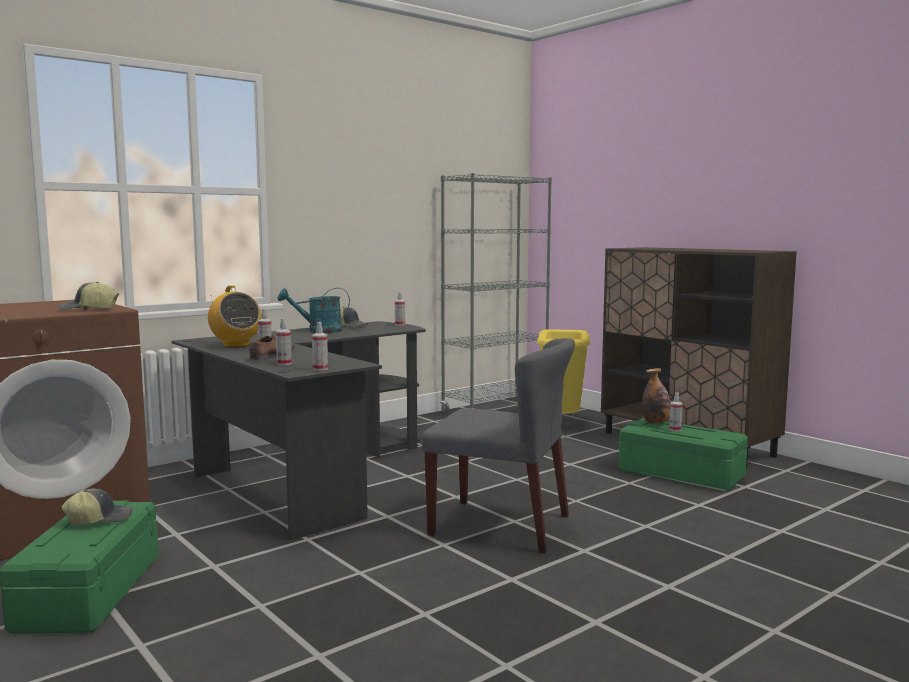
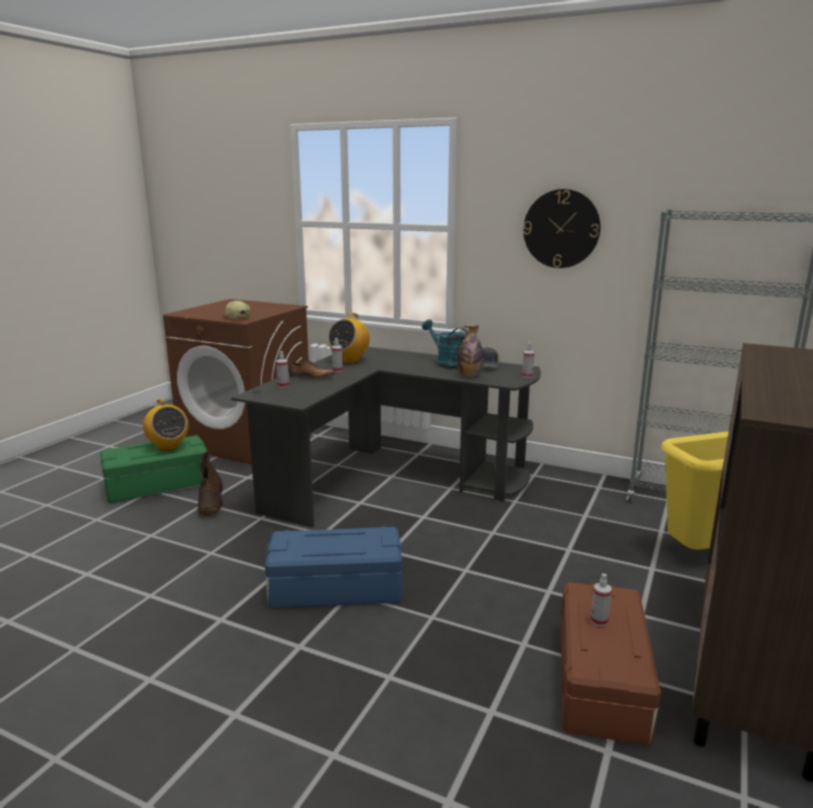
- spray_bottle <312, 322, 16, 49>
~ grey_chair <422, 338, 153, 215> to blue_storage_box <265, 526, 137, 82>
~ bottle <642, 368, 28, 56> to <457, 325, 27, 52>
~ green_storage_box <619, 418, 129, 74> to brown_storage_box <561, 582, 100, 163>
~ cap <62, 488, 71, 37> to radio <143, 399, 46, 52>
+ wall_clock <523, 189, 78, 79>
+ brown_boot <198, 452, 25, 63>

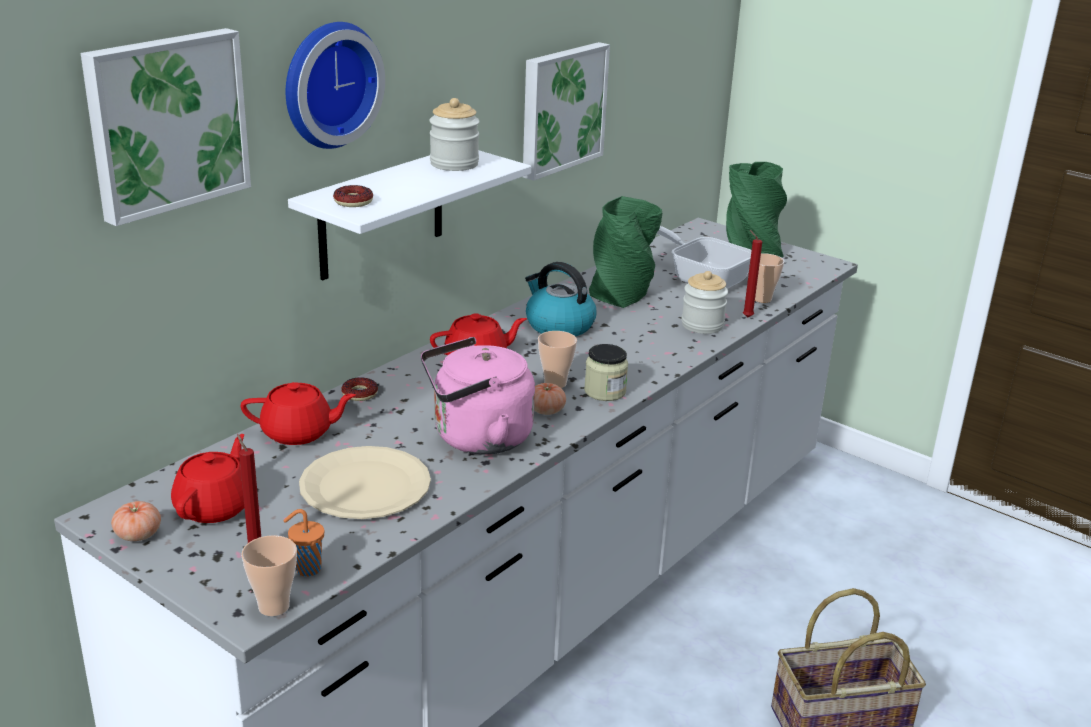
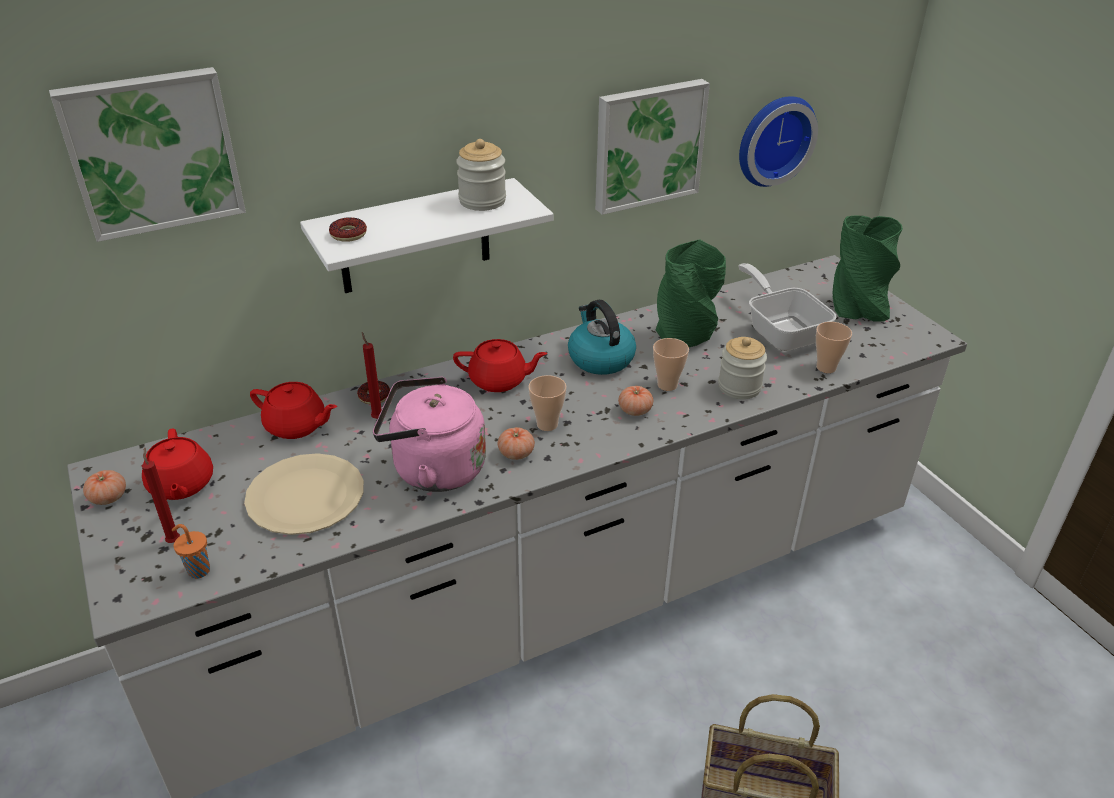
~ wall_clock <286, 22, 99, 127> to <739, 96, 79, 91>
~ red_candle <743, 230, 19, 87> to <362, 332, 20, 87>
- jar <584, 344, 44, 57>
~ red_teapot <171, 434, 73, 89> = <142, 428, 71, 72> 120 degrees clockwise
~ cup <241, 535, 56, 81> to <653, 338, 36, 53>
+ tomato <618, 386, 35, 30>

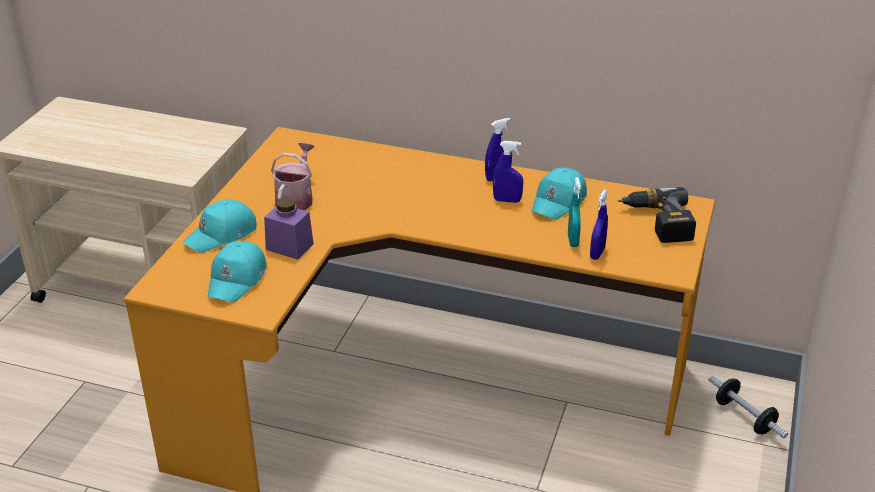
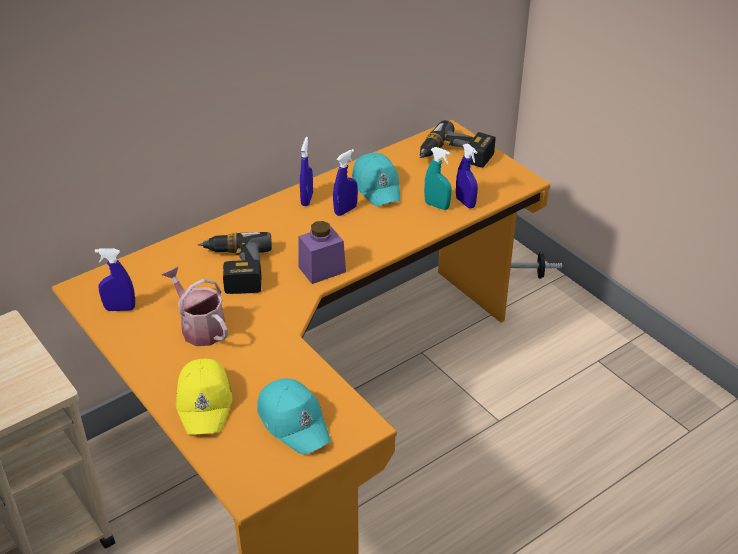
~ purple_jar <264, 197, 50, 62> to <298, 221, 48, 63>
~ turquoise_cap <183, 199, 73, 54> to yellow_cap <176, 359, 56, 76>
+ power_drill <198, 232, 74, 62>
+ blue_spray_bottle <95, 248, 40, 63>

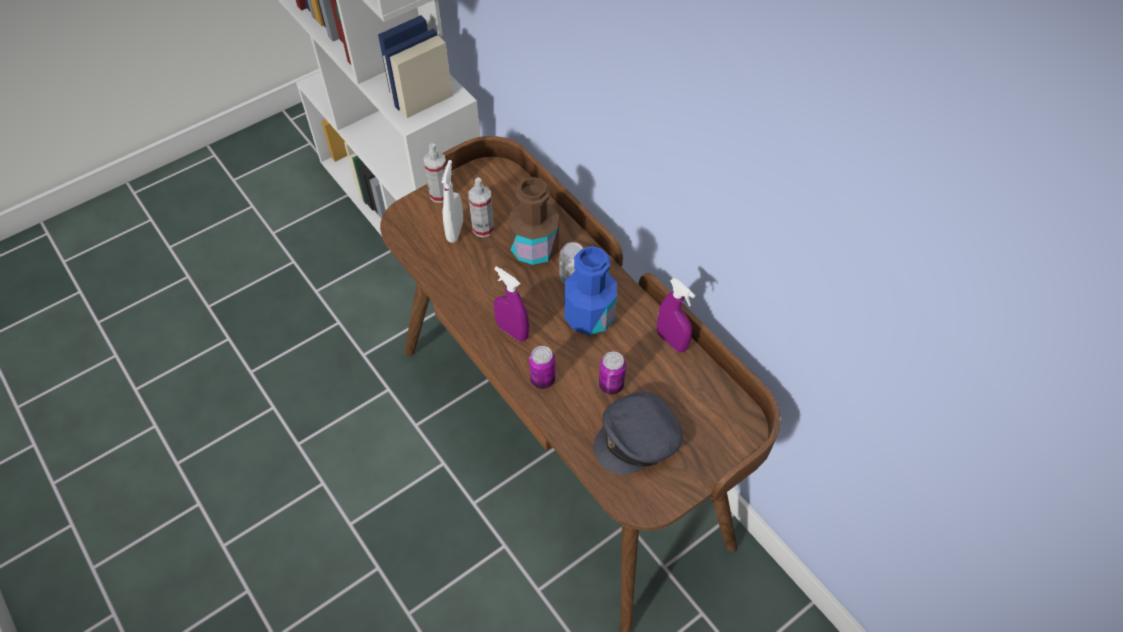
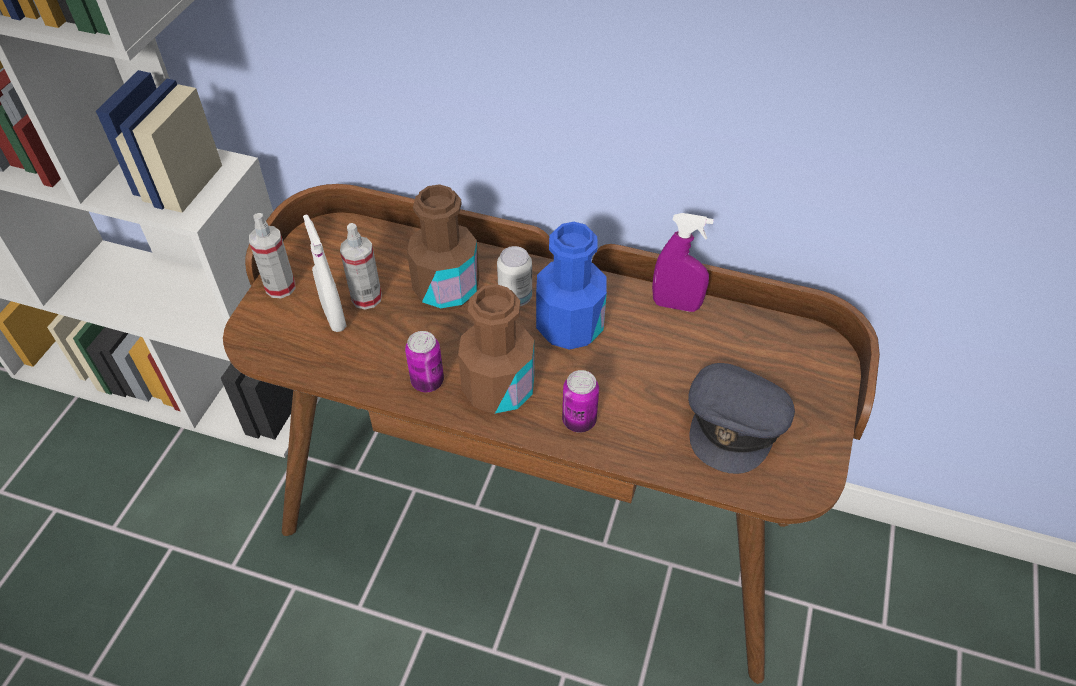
~ purple_spray_bottle <494, 266, 35, 76> to brown_bottle <458, 284, 76, 131>
~ can <599, 352, 27, 43> to <405, 331, 39, 61>

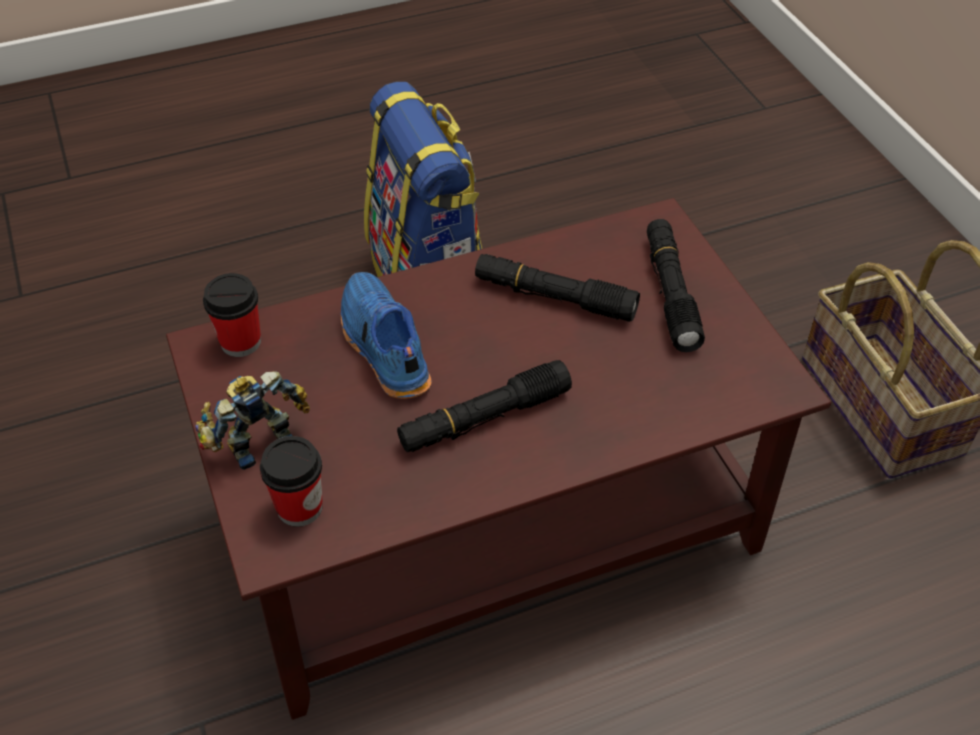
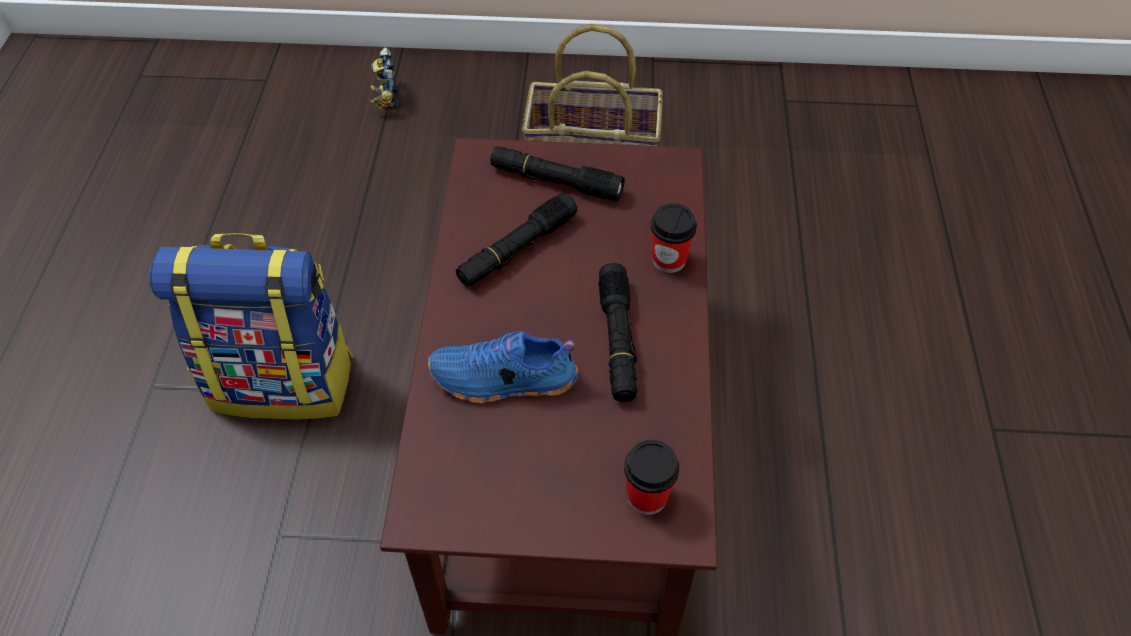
~ cup <203, 273, 58, 84> to <651, 203, 46, 70>
~ toy_robot <195, 371, 115, 99> to <370, 47, 30, 63>

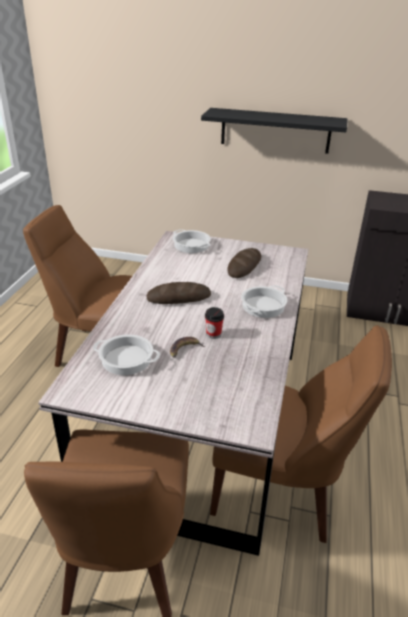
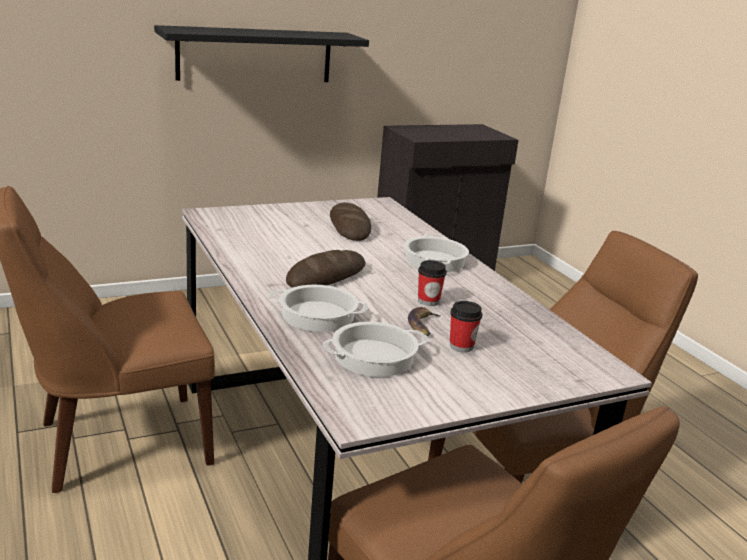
~ cooking_pot <173, 229, 38, 24> to <269, 285, 99, 47>
+ cup <450, 301, 33, 51>

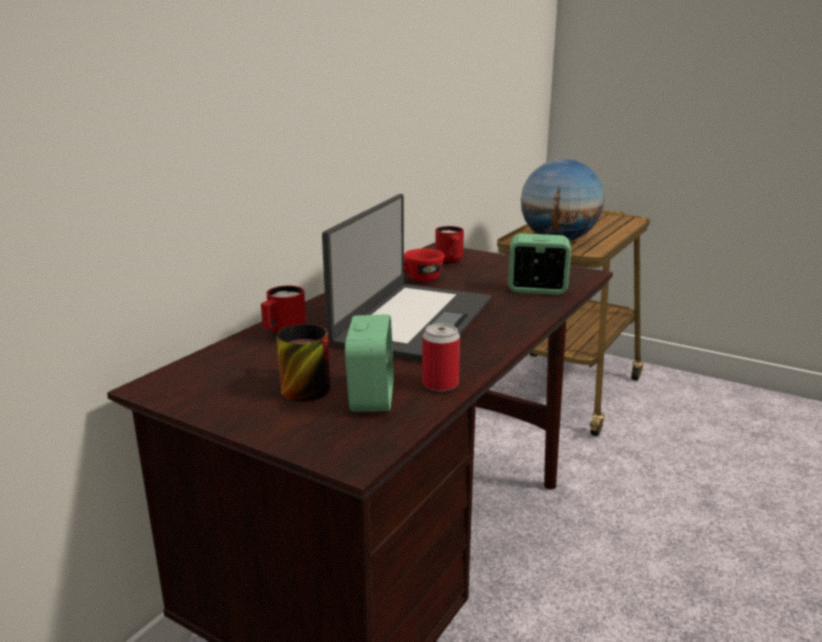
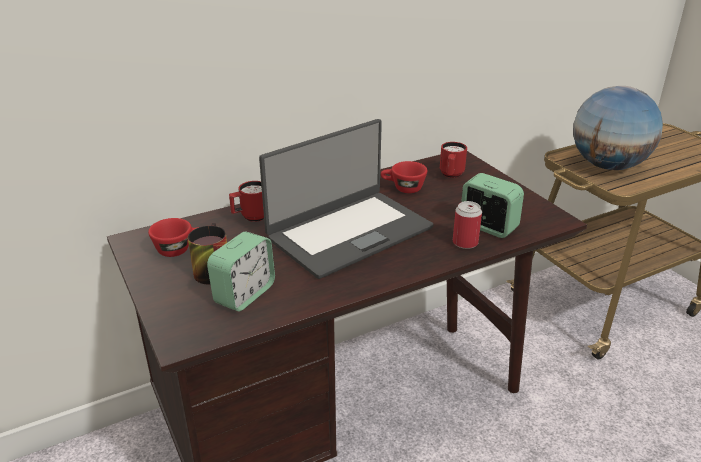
~ can <422, 323, 38, 68> to <453, 201, 29, 48>
+ red_cup <148, 218, 51, 39>

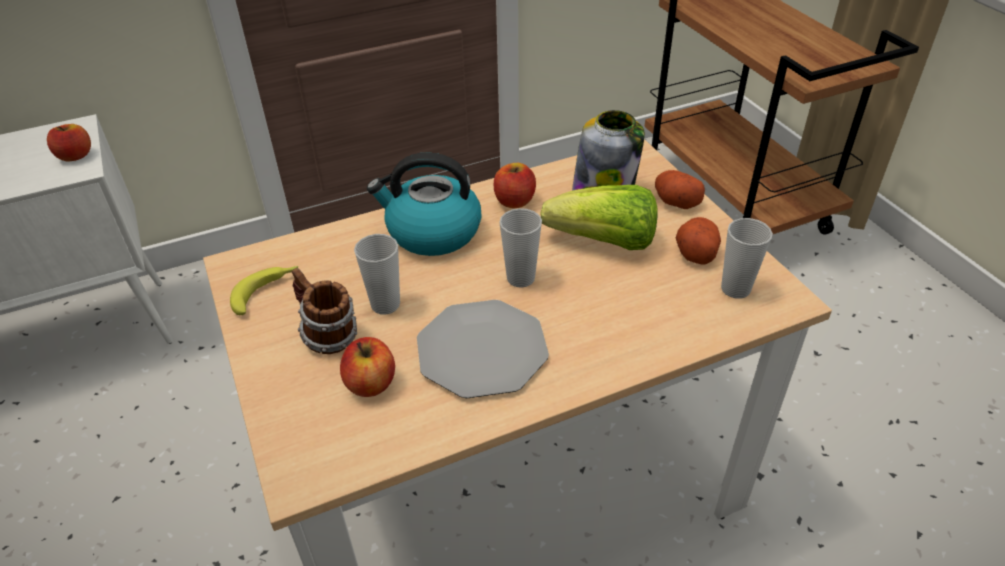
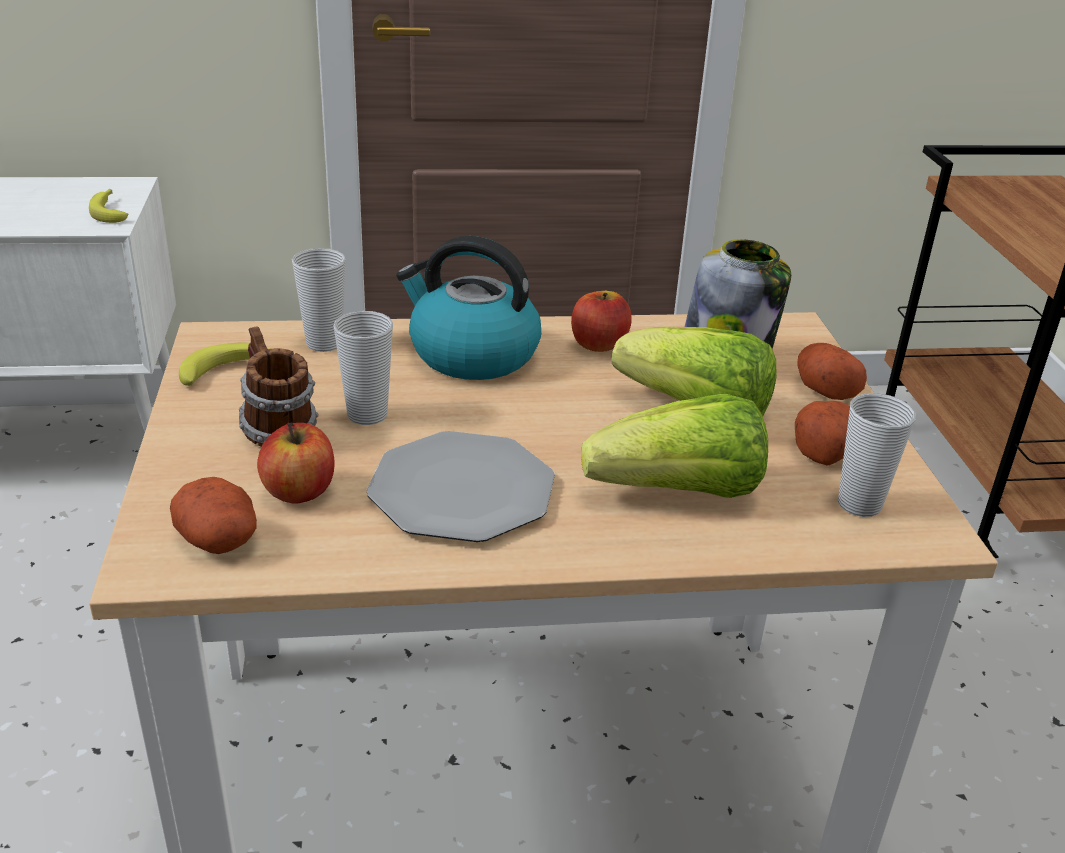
~ apple <47, 124, 44, 37> to banana <89, 189, 40, 34>
~ cup <499, 208, 43, 80> to <292, 248, 54, 104>
+ lettuce <581, 393, 187, 105>
+ potato <170, 477, 87, 77>

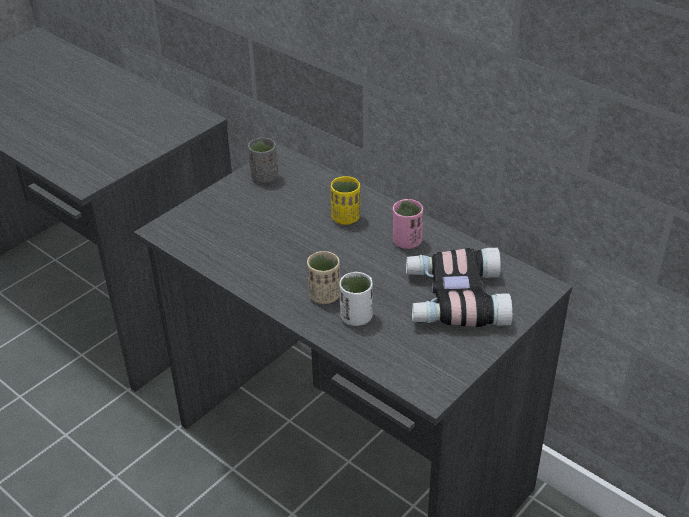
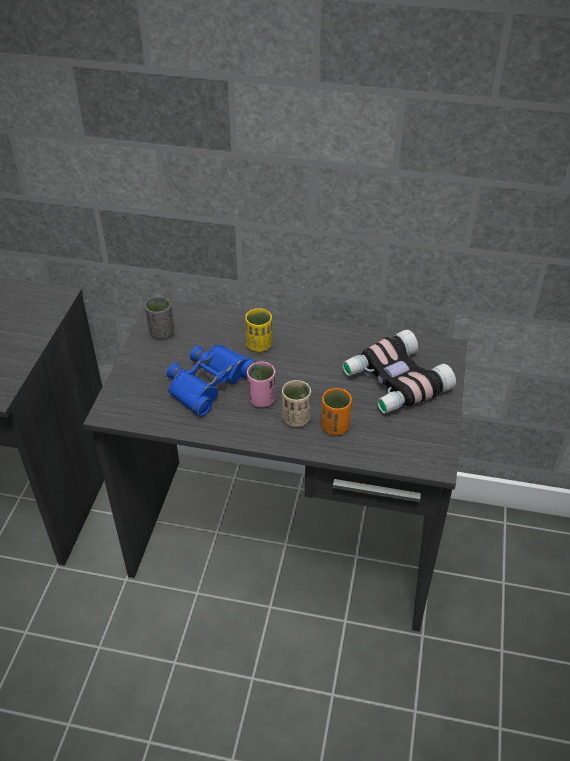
~ pink_cup <392, 199, 31, 50> to <247, 362, 29, 45>
~ white_cup <339, 272, 34, 54> to orange_cup <321, 388, 31, 47>
+ blue_binoculars <167, 345, 89, 72>

